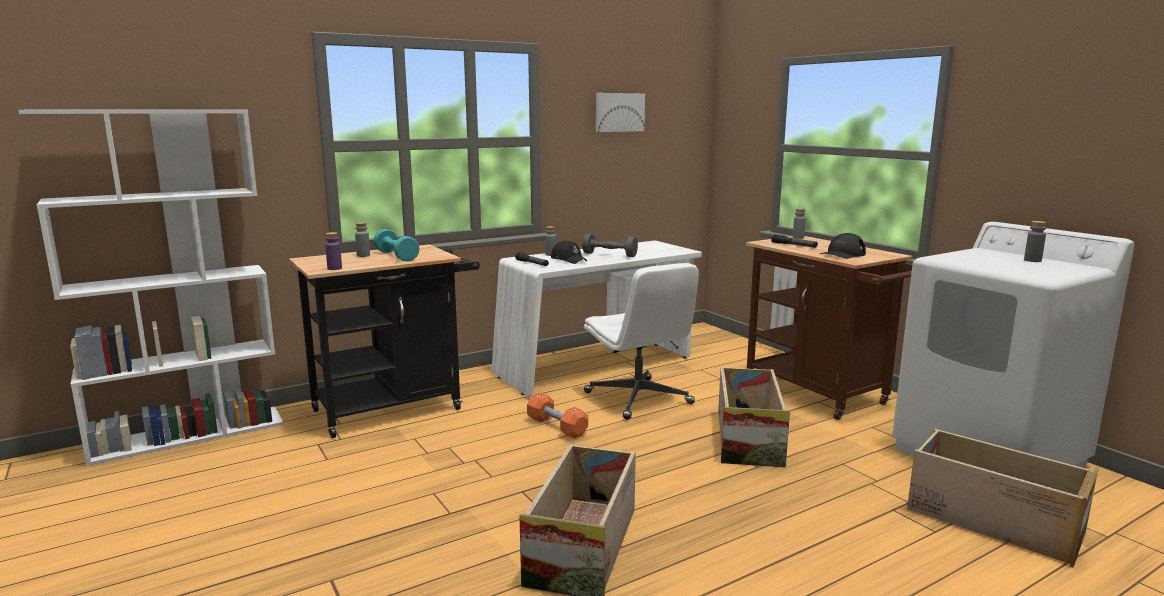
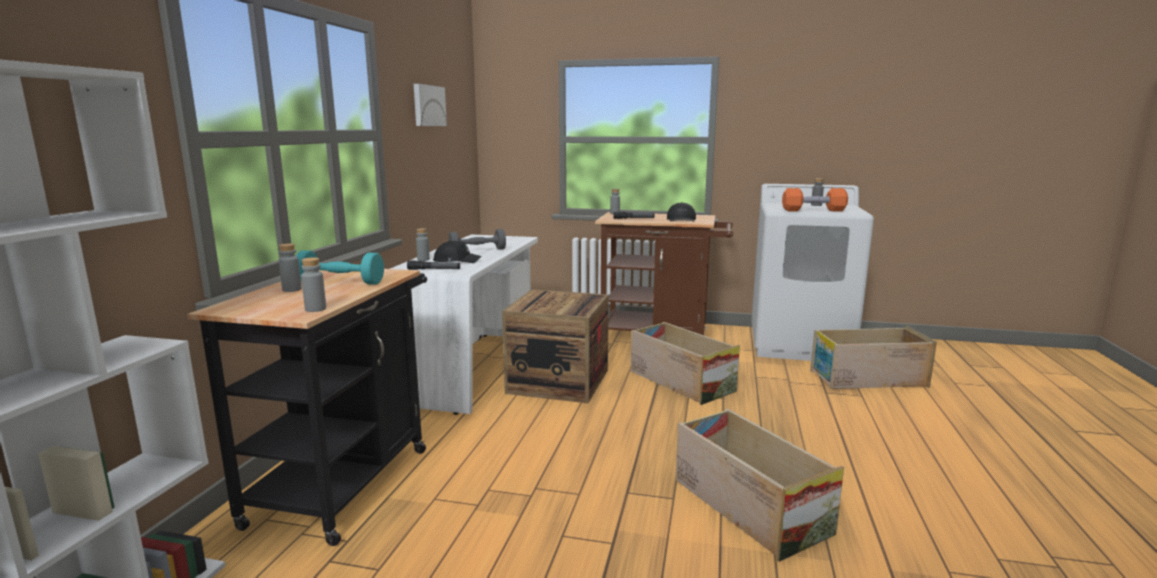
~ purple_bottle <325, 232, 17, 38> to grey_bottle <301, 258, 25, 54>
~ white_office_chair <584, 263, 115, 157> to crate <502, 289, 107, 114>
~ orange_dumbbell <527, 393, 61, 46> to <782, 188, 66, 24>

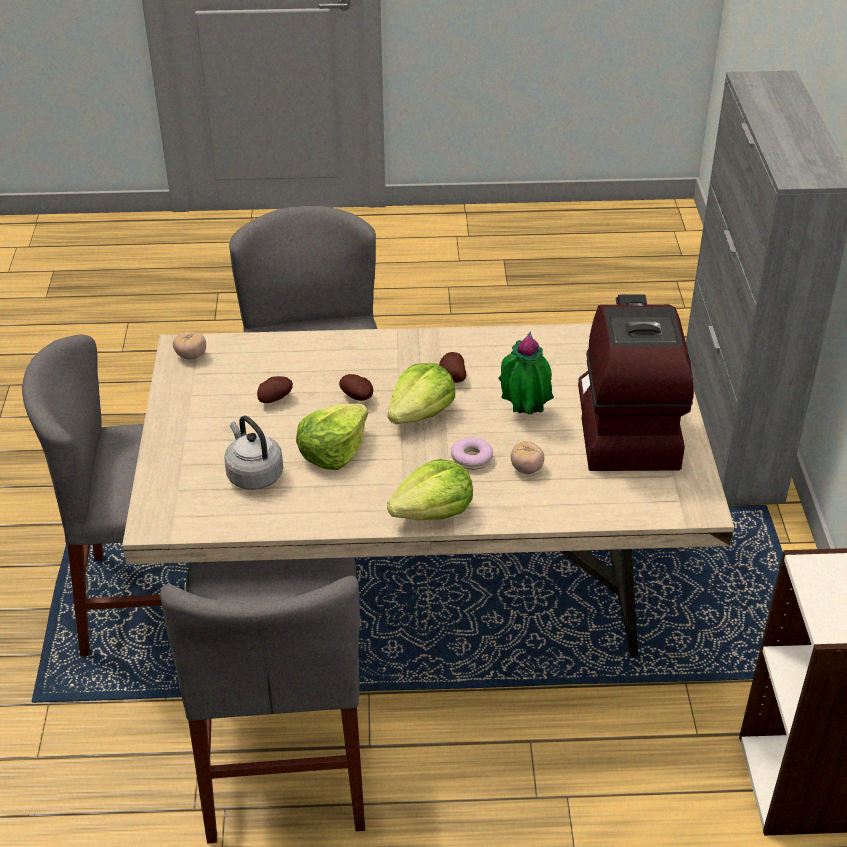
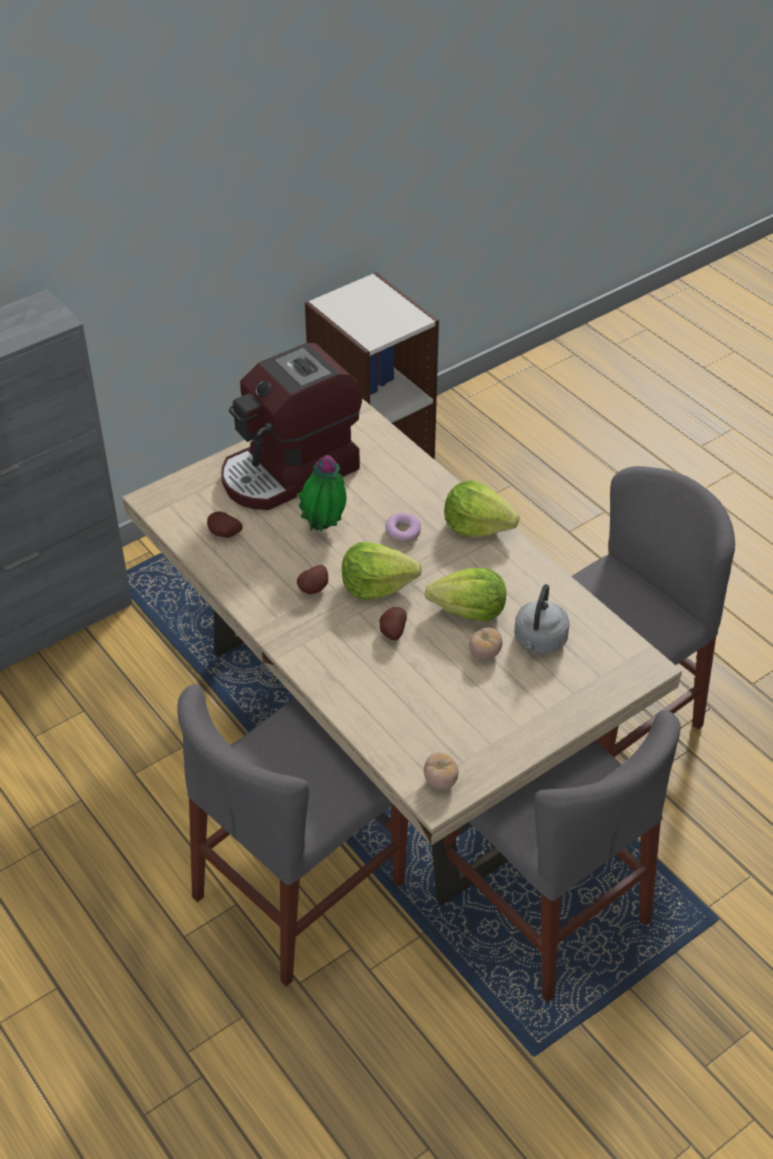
~ potato <257, 376, 36, 27> to <207, 511, 36, 27>
~ tomato <511, 441, 33, 33> to <469, 628, 34, 32>

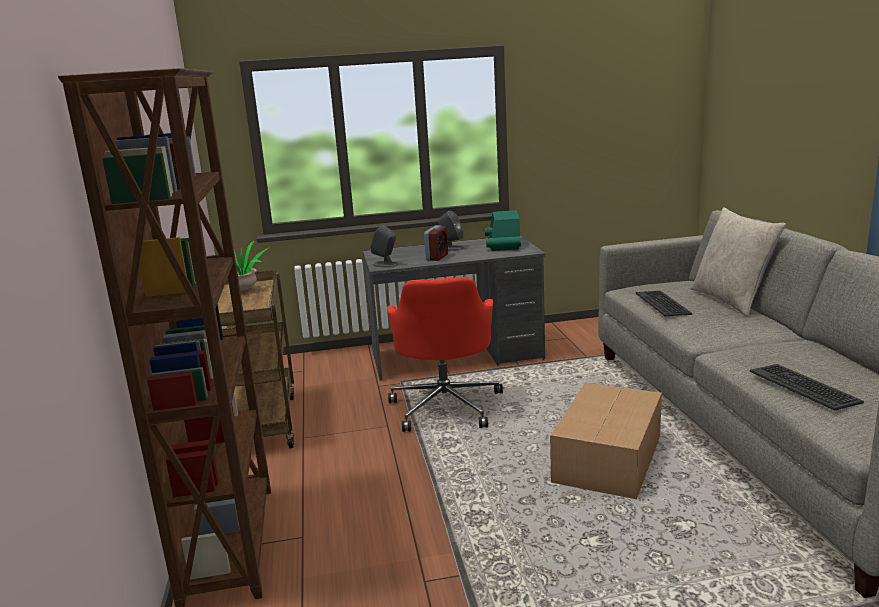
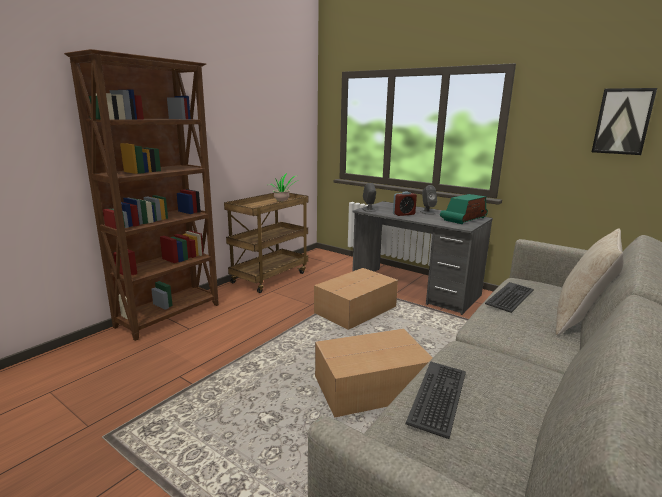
~ red_office_chair <387, 277, 116, 155> to cardboard_box <314, 268, 84, 62>
+ picture <592, 88, 65, 67>

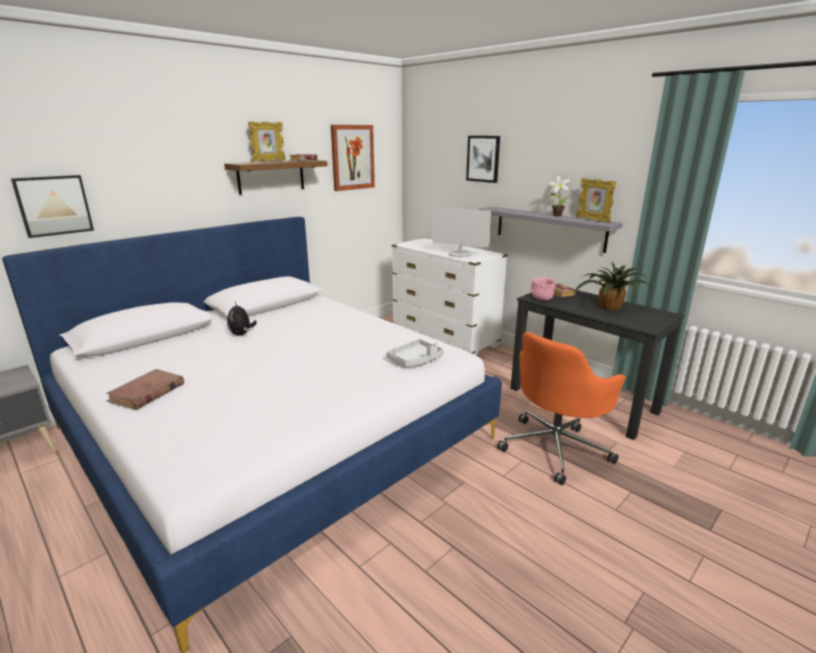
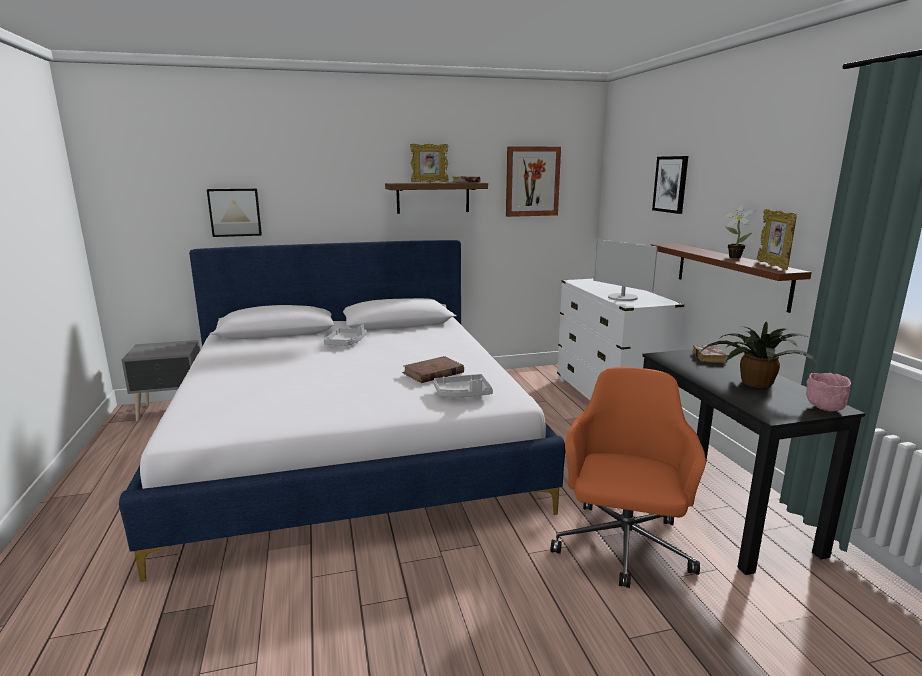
~ grey_shelf <478, 207, 144, 46> to brown_shelf <650, 243, 162, 70>
~ pink_bowl <531, 277, 24, 24> to <806, 373, 45, 38>
~ plush_toy <227, 302, 30, 34> to grey_tray <324, 324, 43, 22>
~ orange_office_chair <497, 332, 129, 153> = <550, 367, 156, 221> 120 degrees clockwise
~ brown_book <106, 369, 78, 41> to <402, 356, 62, 27>

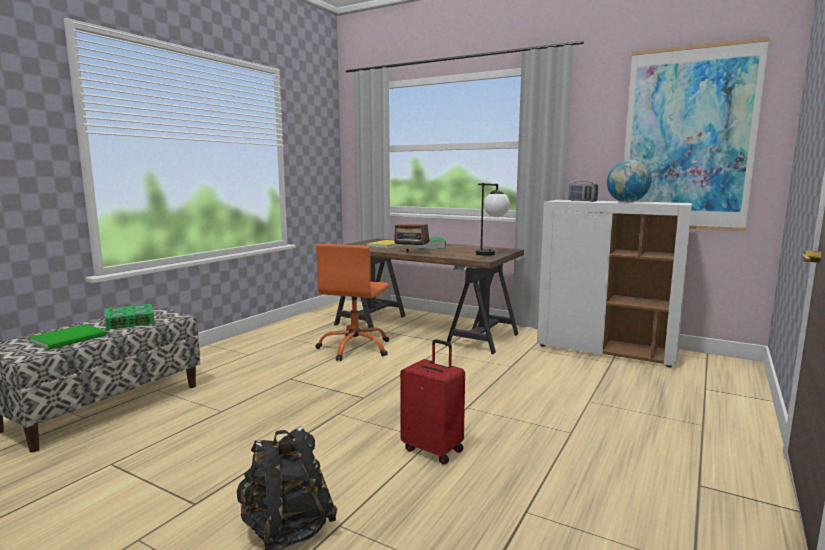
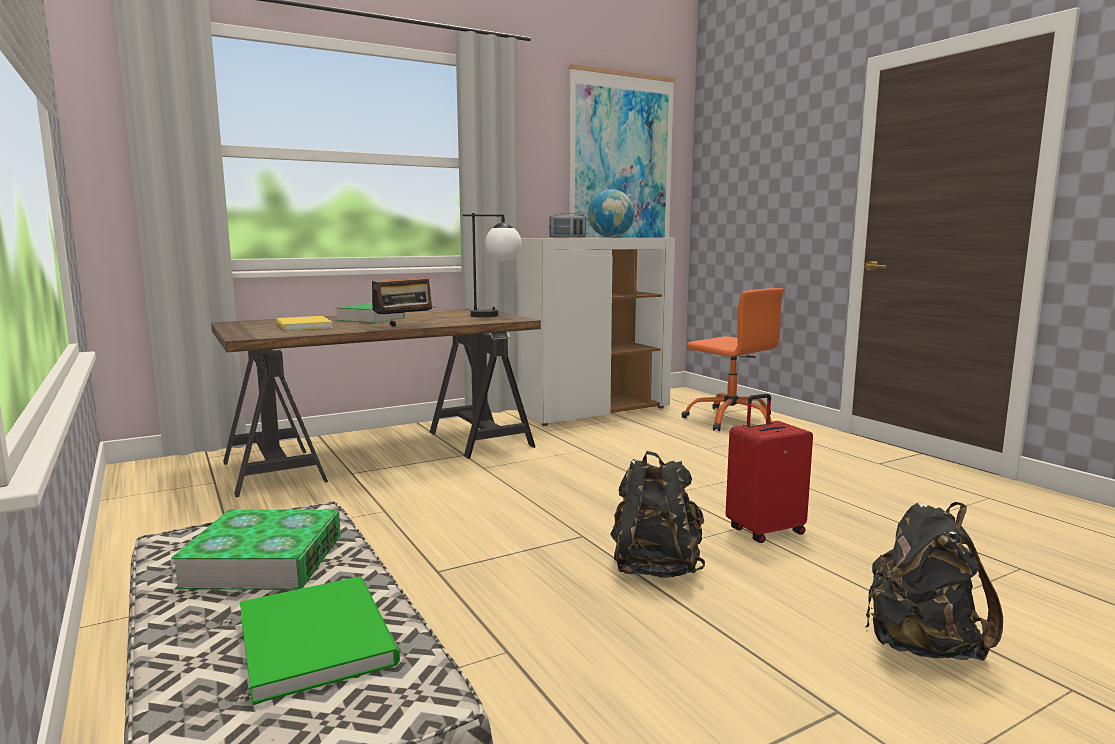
~ orange_office_chair <316, 244, 73, 117> to <681, 288, 103, 143>
+ black_backpack <610, 451, 95, 127>

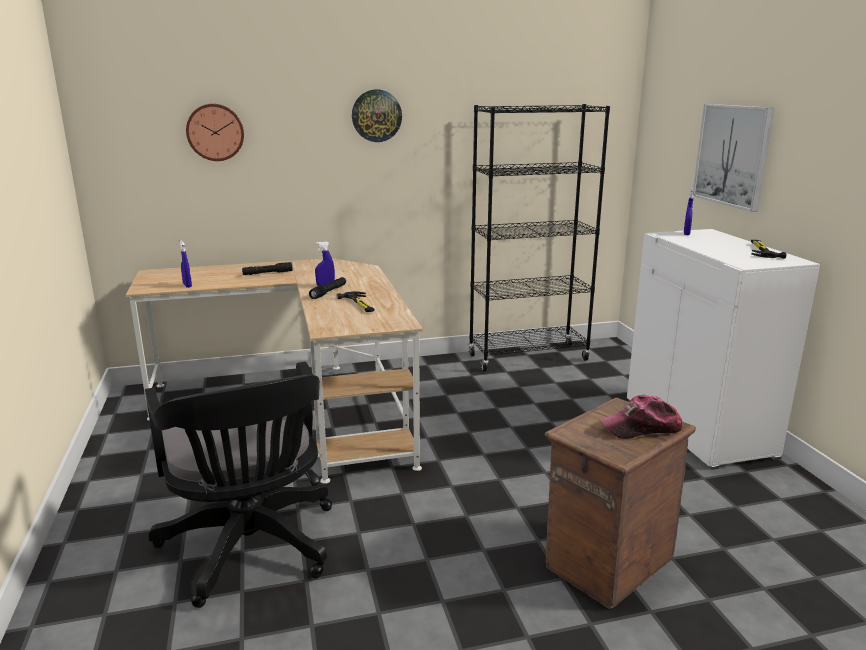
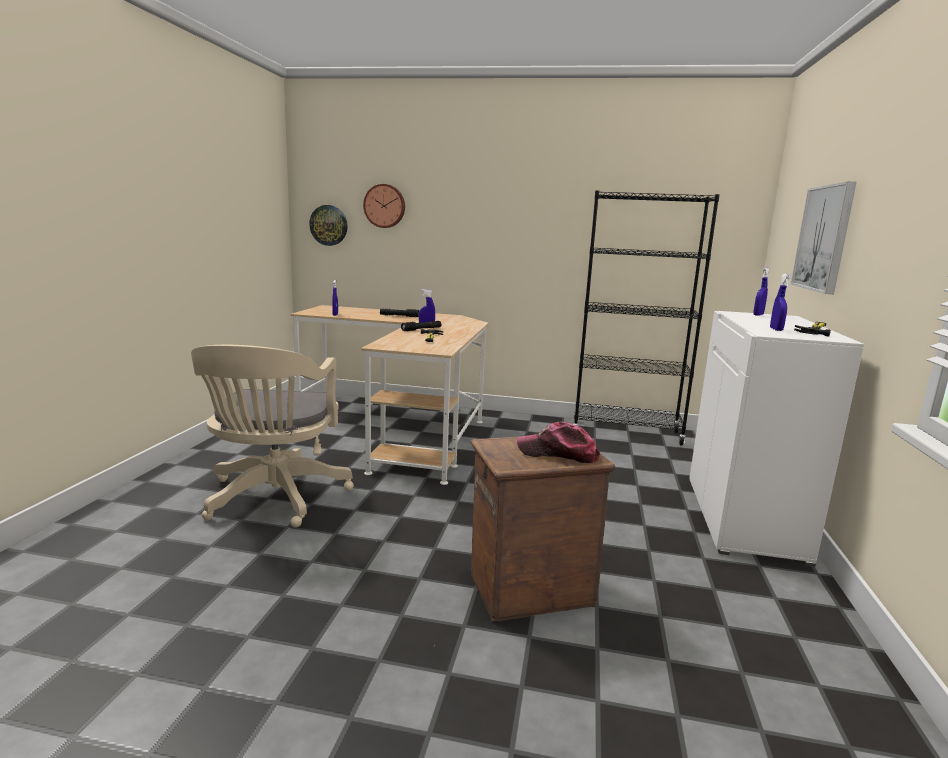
~ wall_clock <352, 90, 50, 52> to <309, 205, 39, 41>
~ black_office_chair <145, 362, 187, 246> to beige_office_chair <191, 345, 163, 183>
+ blue_spray_bottle <770, 274, 21, 57>

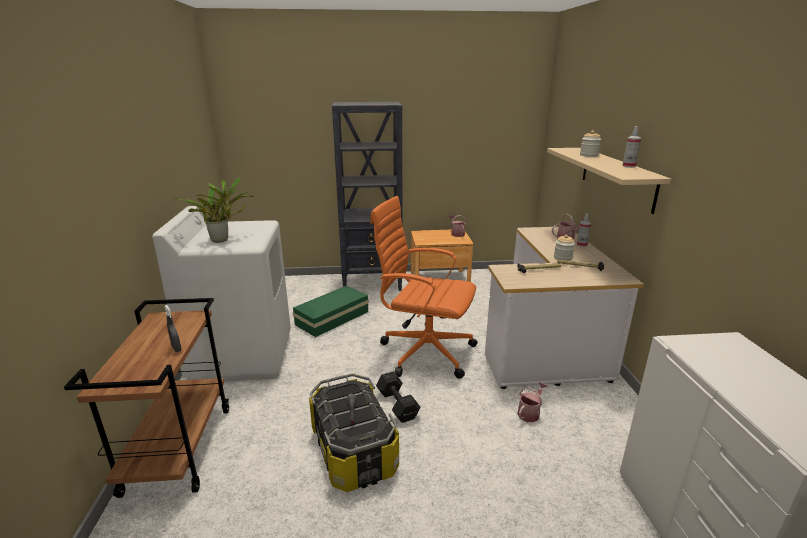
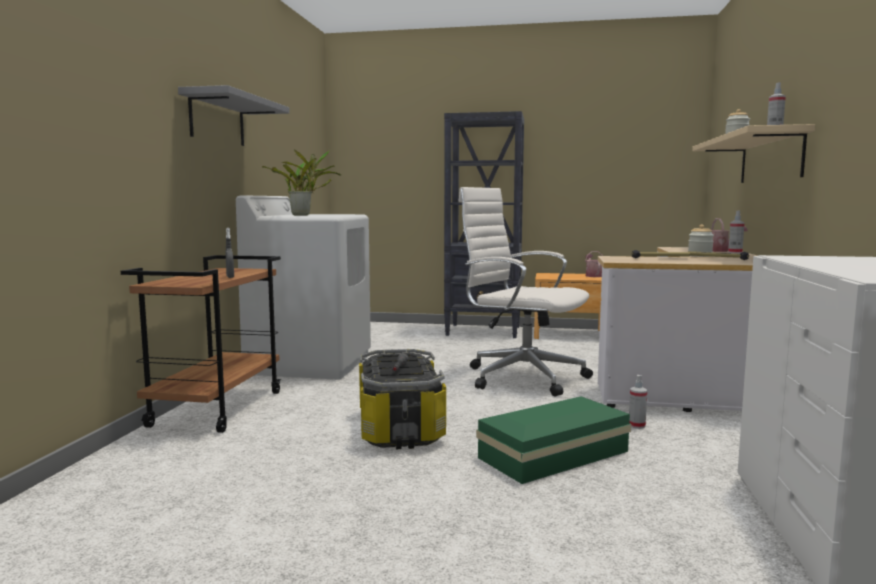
~ orange_office_chair <370, 196, 108, 183> to white_office_chair <458, 187, 135, 209>
~ green_storage_box <292, 286, 77, 51> to <476, 396, 155, 88>
- black_dumbbell <376, 371, 45, 52>
~ watering_can <517, 382, 30, 40> to spray_bottle <629, 375, 18, 54>
+ grey_shelf <178, 85, 112, 61>

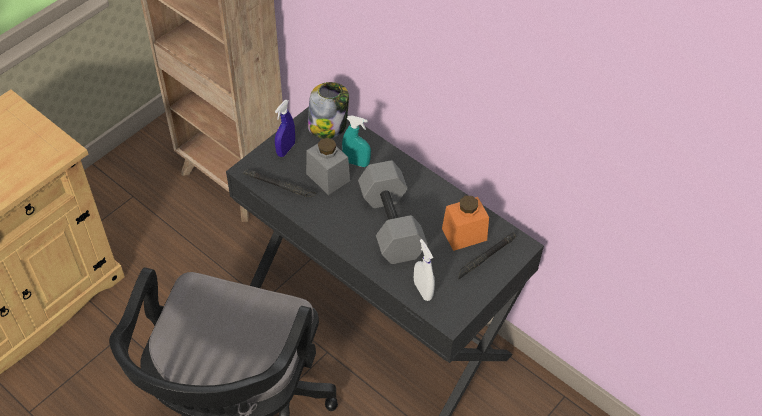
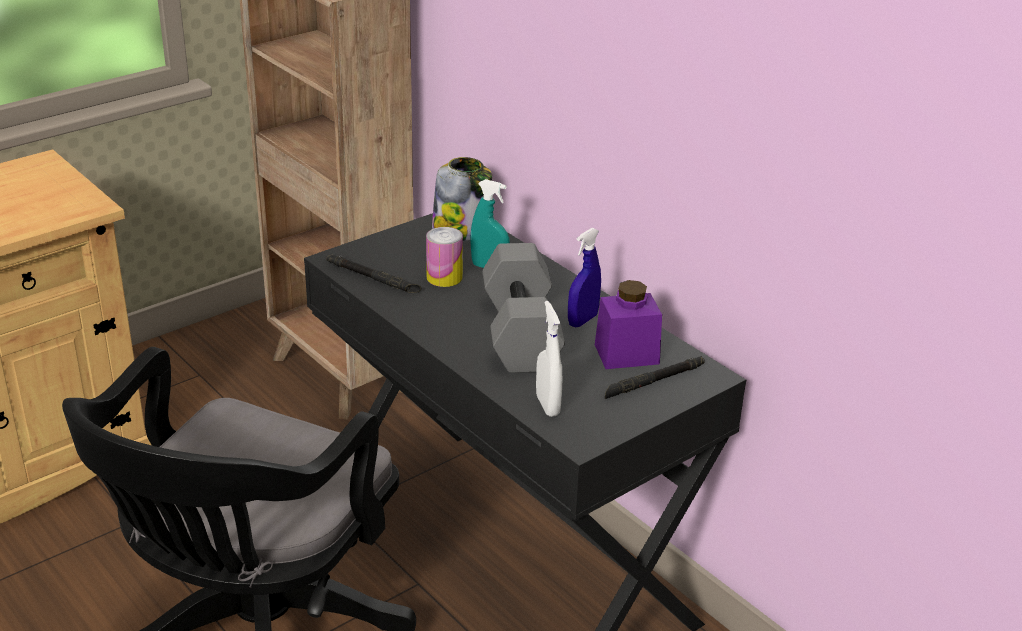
~ blue_spray_bottle <275, 100, 20, 57> to <568, 228, 33, 99>
~ grey_jar <306, 138, 44, 57> to can <426, 227, 37, 60>
~ orange_jar <442, 196, 47, 55> to purple_jar <595, 280, 67, 89>

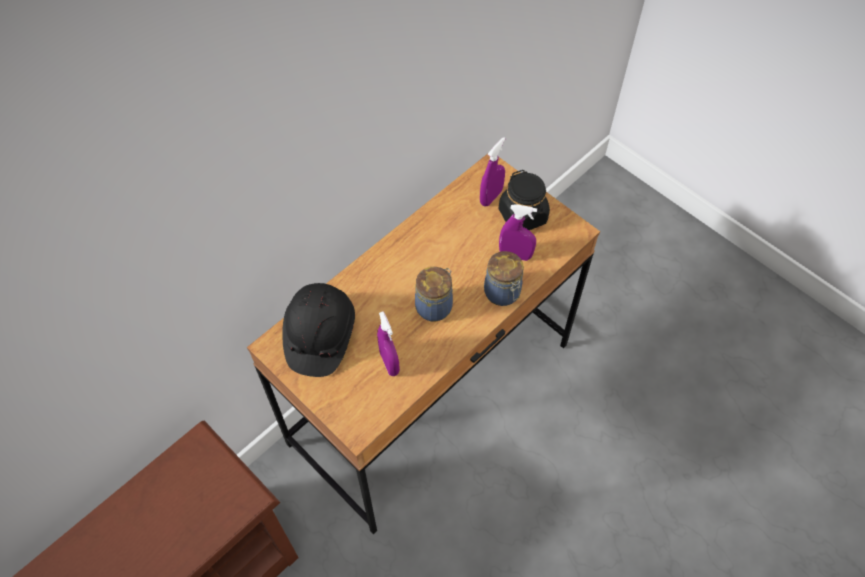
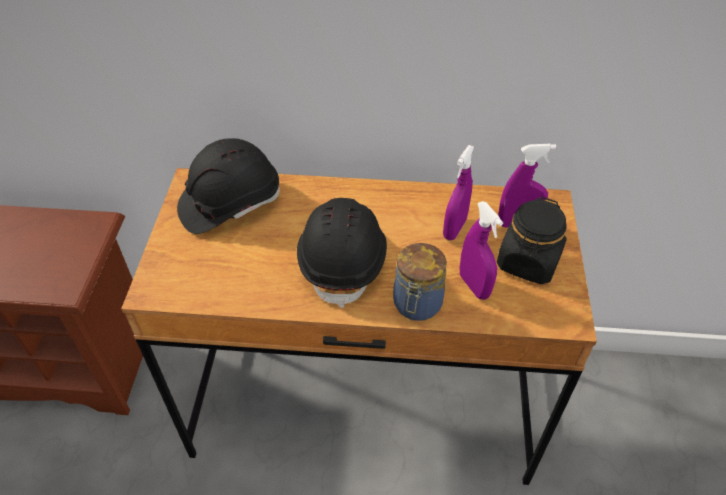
~ jar <415, 267, 38, 54> to black_hard_hat <297, 198, 90, 110>
~ purple_spray_bottle <377, 311, 23, 65> to <443, 145, 31, 95>

